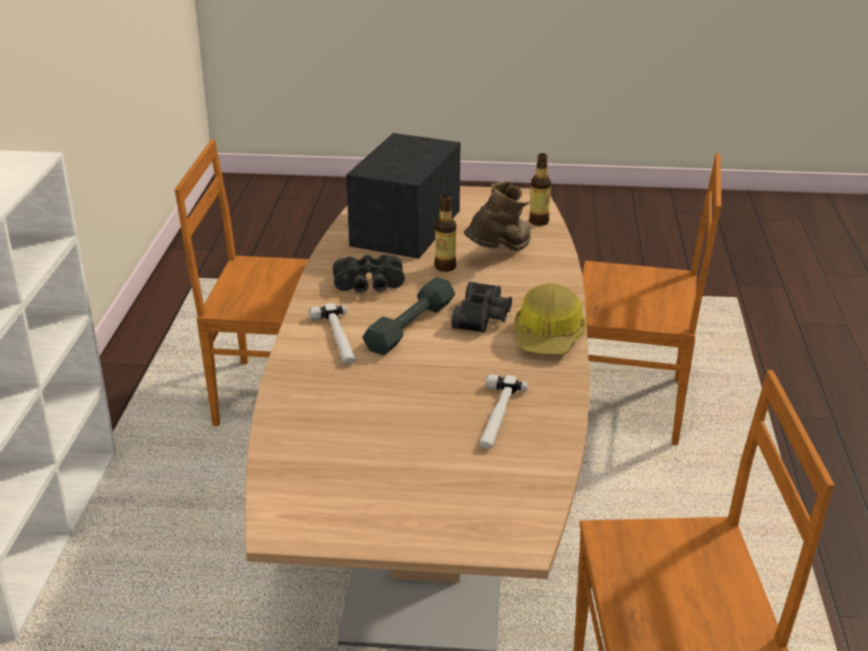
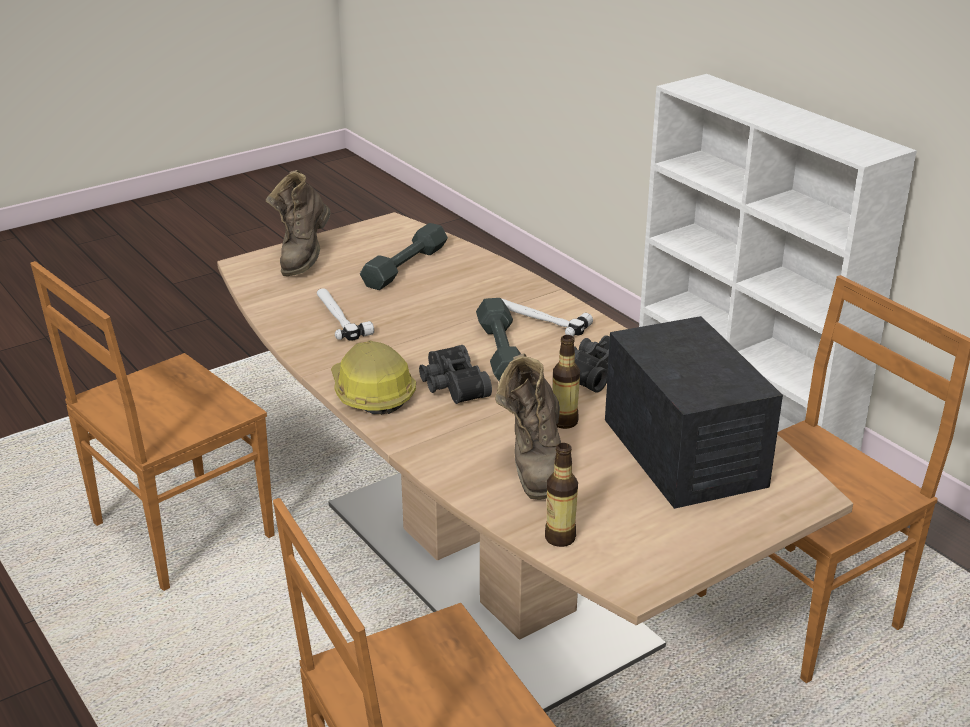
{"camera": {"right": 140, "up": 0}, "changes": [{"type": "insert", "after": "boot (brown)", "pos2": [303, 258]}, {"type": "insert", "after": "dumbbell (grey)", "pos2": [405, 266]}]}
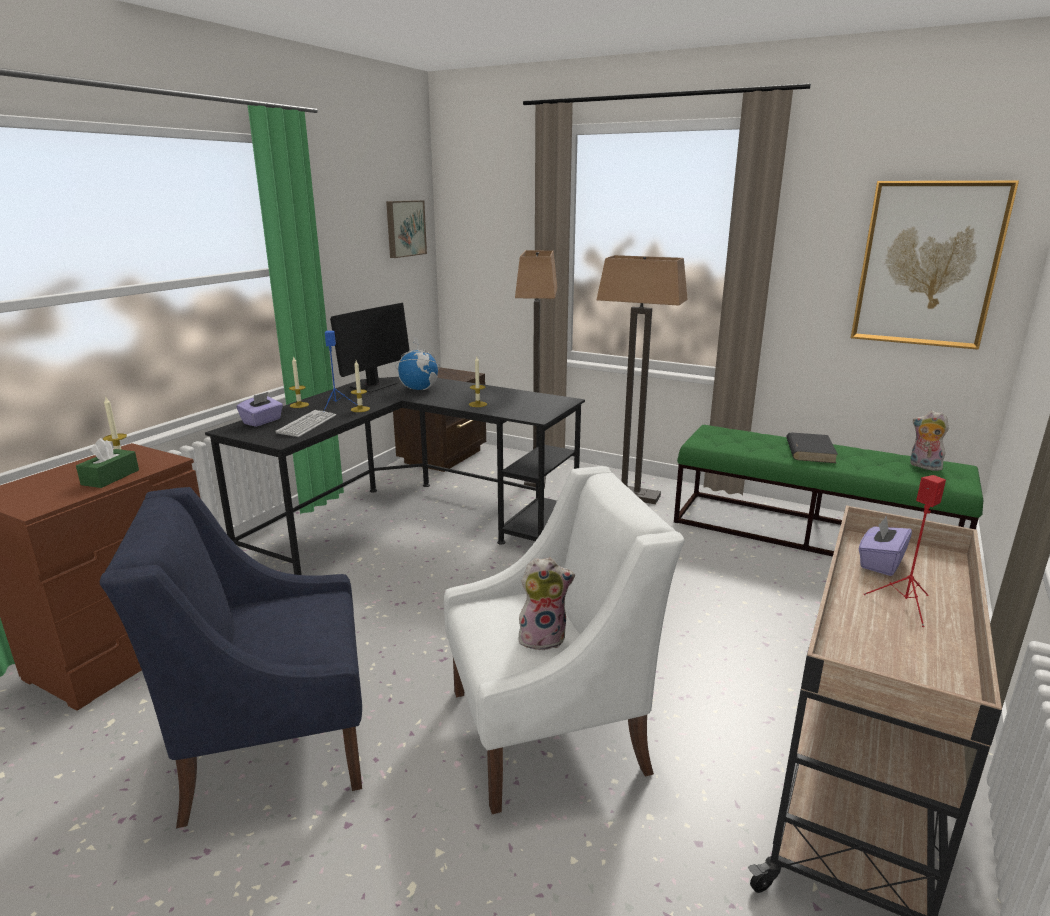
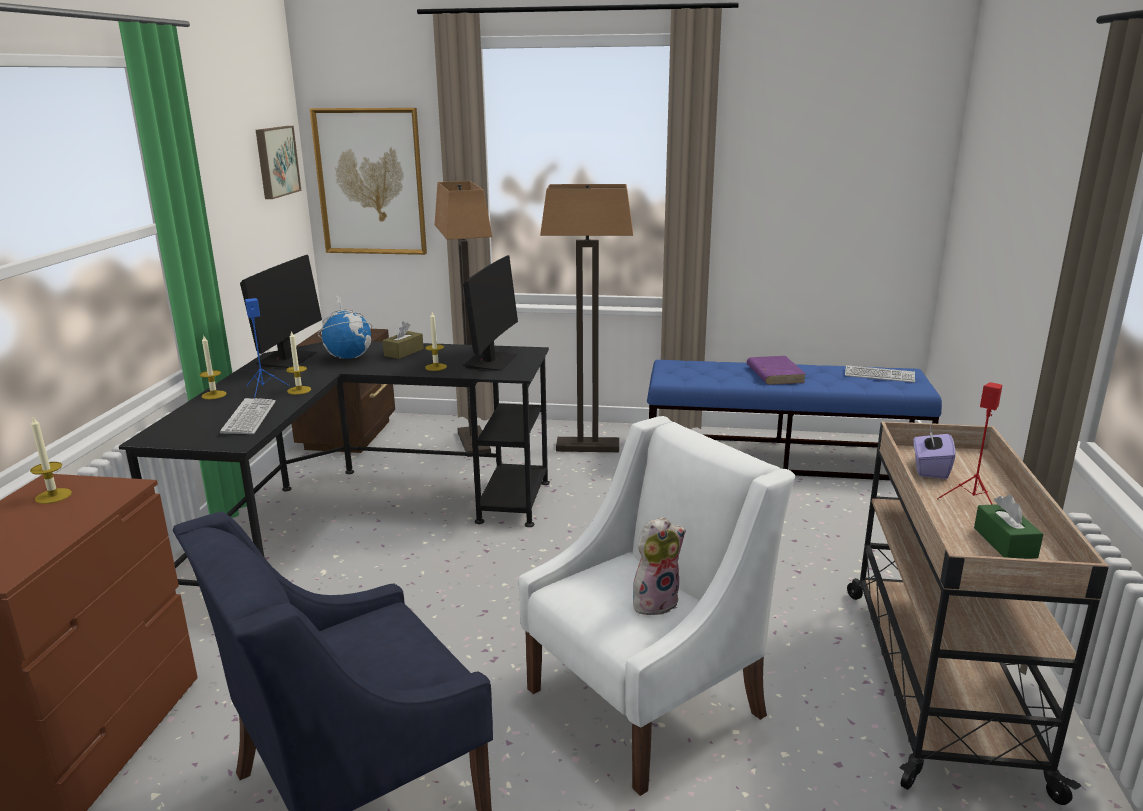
{"camera": {"right": -20, "up": 0}, "changes": [{"type": "move", "before": "picture", "pos1": [928, 264], "pos2": [370, 182]}, {"type": "delete", "before": "tissue box (purple)", "pos1": [262, 421]}, {"type": "replace", "before": "plush toy", "after": "keyboard", "pos1": [923, 466], "pos2": [879, 375]}, {"type": "recolor", "before": "bench (green)", "after": "bench (blue)", "pos1": [811, 534], "pos2": [782, 458]}, {"type": "recolor", "before": "book (black)", "after": "book (purple)", "pos1": [810, 451], "pos2": [774, 374]}, {"type": "move", "before": "tissue box (green)", "pos1": [110, 477], "pos2": [1005, 542]}, {"type": "insert", "after": "monitor", "pos2": [490, 362]}, {"type": "insert", "after": "tissue box (brown)", "pos2": [404, 352]}]}
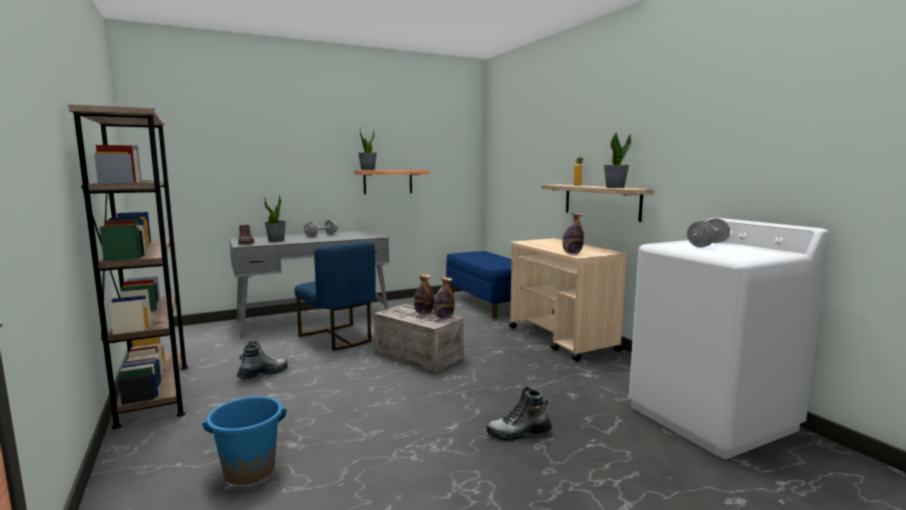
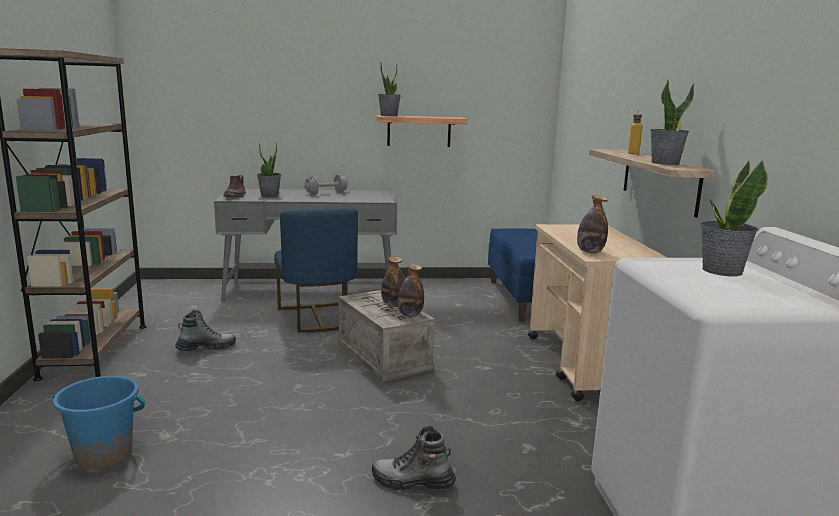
{"camera": {"right": 20, "up": 5}, "changes": [{"type": "replace", "before": "dumbbell (grey)", "after": "potted plant", "pos1": [707, 245], "pos2": [721, 271]}]}
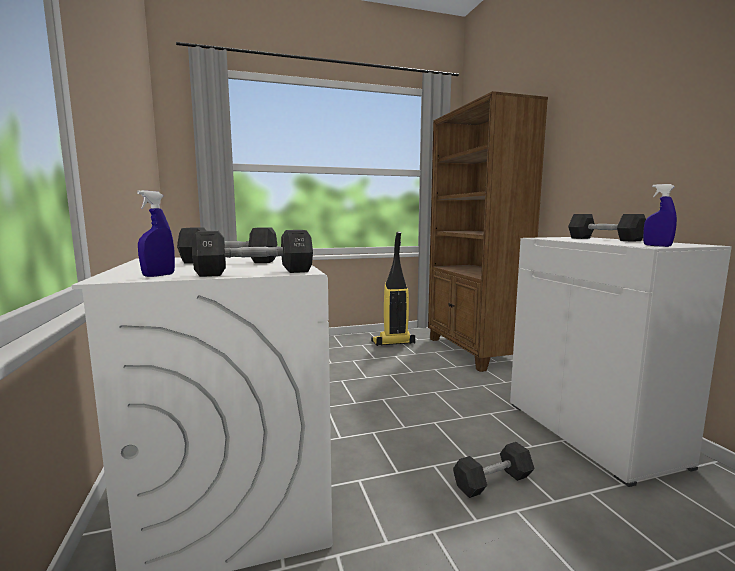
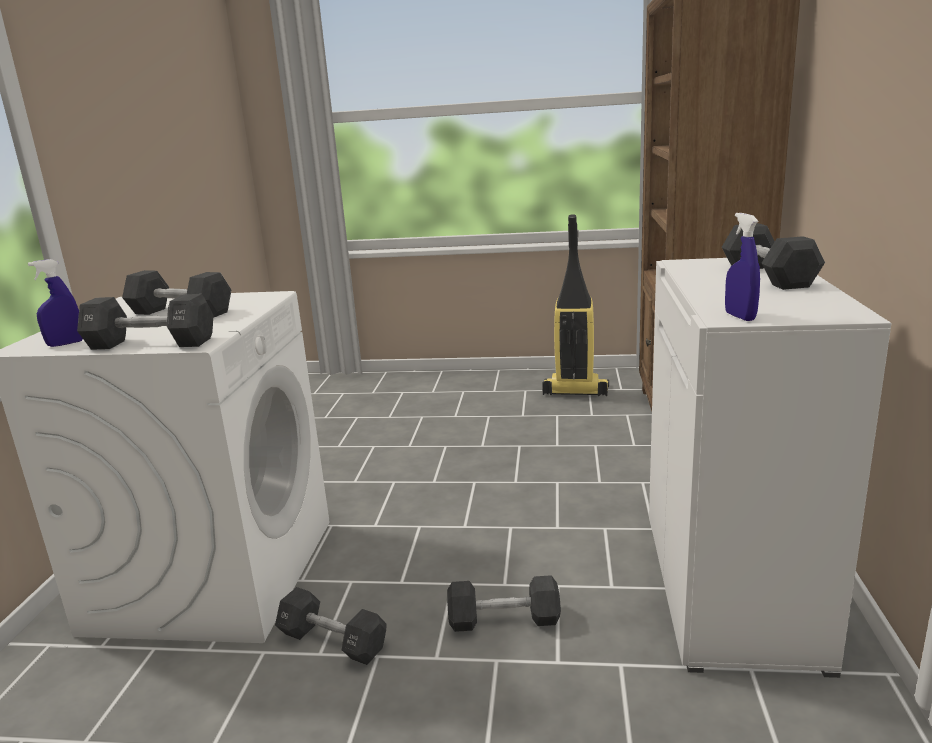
{"camera": {"right": 25, "up": 10}, "changes": [{"type": "insert", "after": "dumbbell (black)", "pos2": [333, 641]}]}
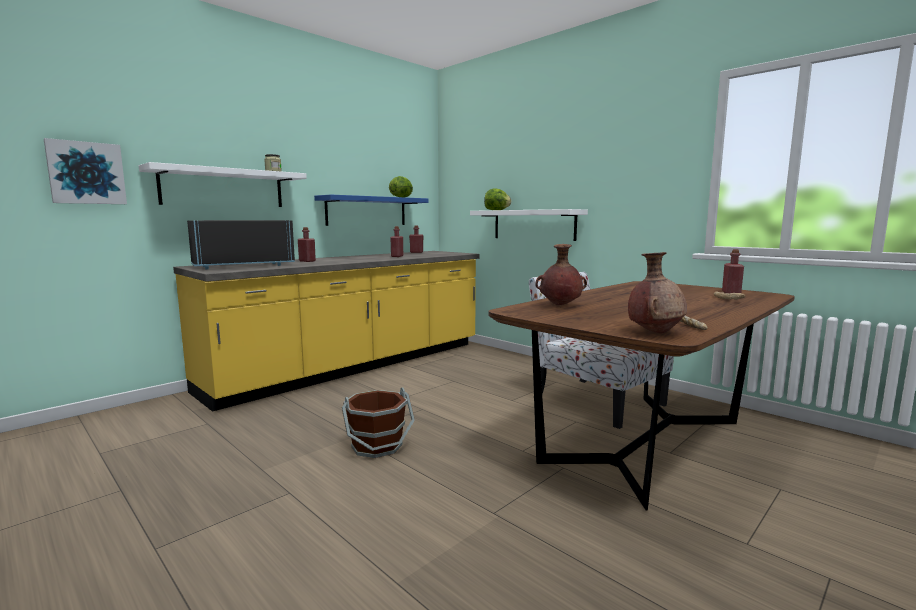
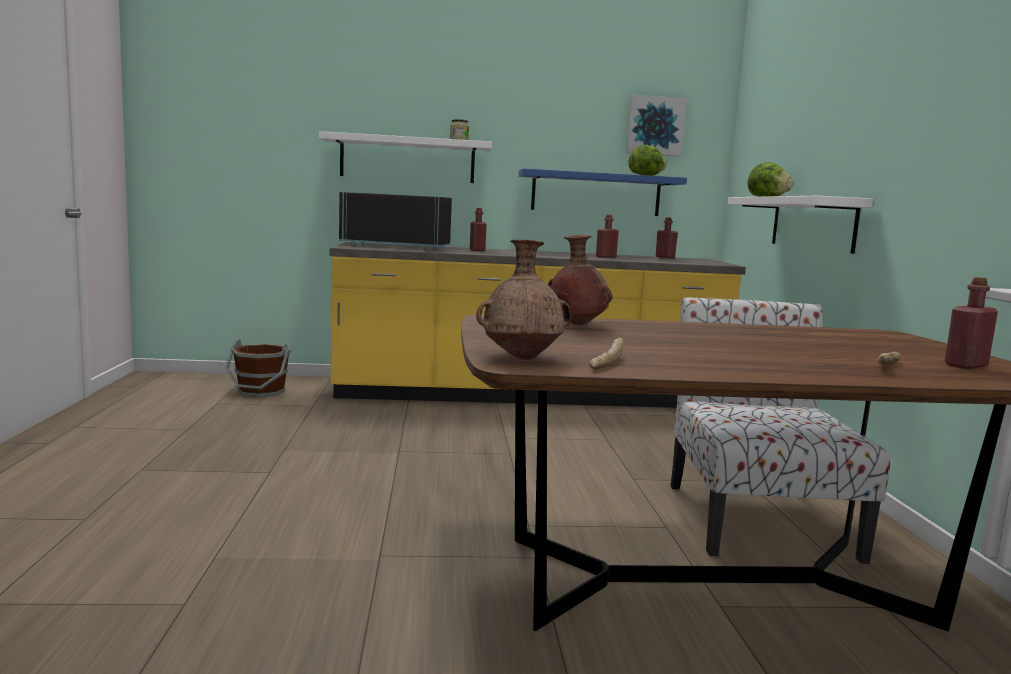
{"camera": {"right": 40, "up": 0}, "changes": [{"type": "move", "before": "picture", "pos1": [86, 173], "pos2": [655, 126]}, {"type": "move", "before": "bucket (brown)", "pos1": [377, 446], "pos2": [261, 391]}]}
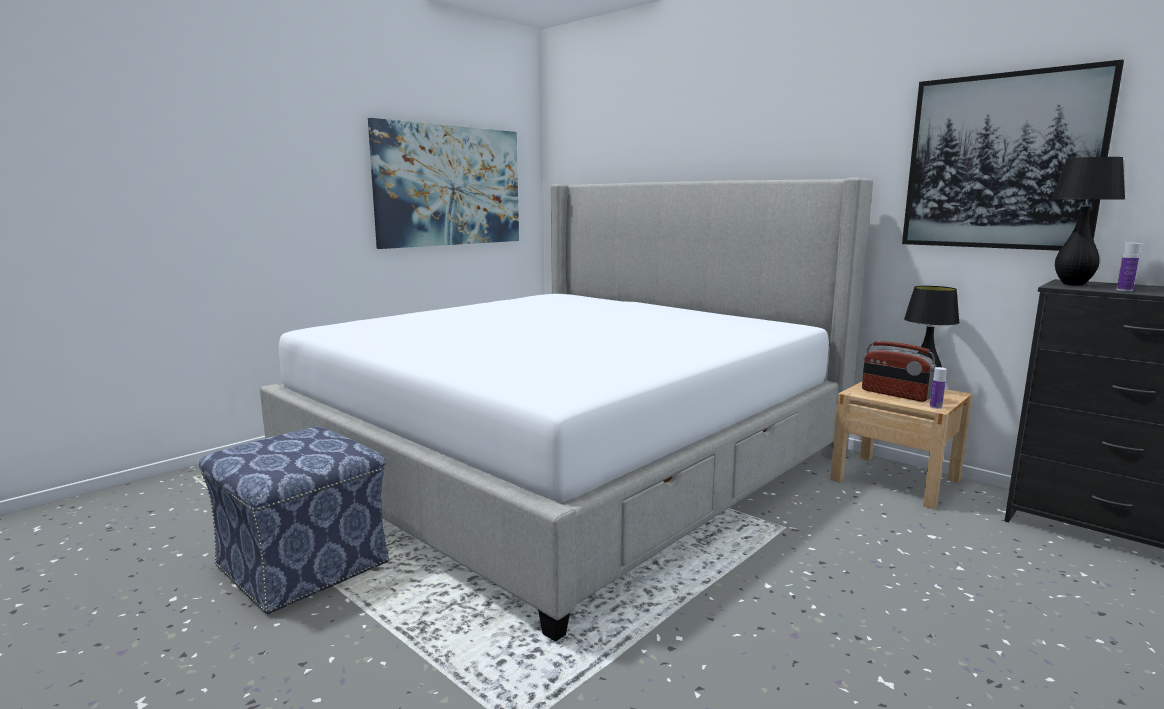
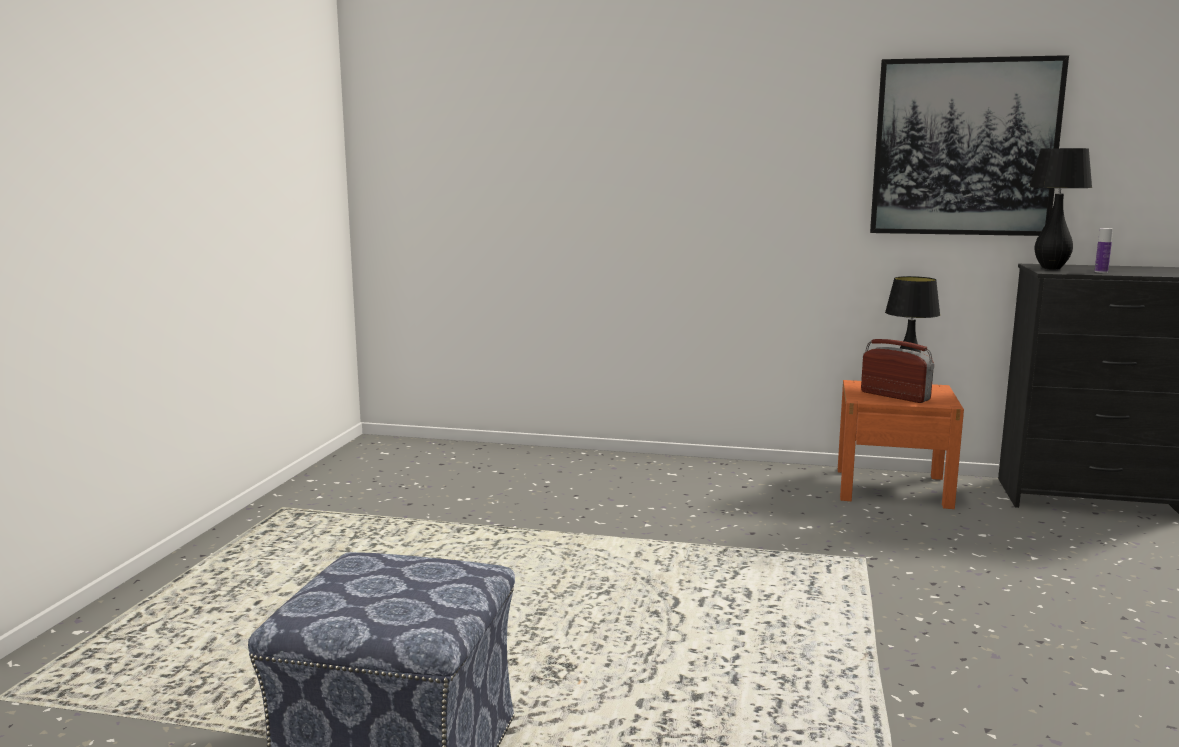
{"camera": {"right": -30, "up": 0}, "changes": [{"type": "delete", "before": "picture", "pos1": [450, 186]}, {"type": "delete", "before": "bed", "pos1": [566, 459]}, {"type": "rotate", "before": "radio", "pos1": [895, 394], "pos2": [895, 396], "turn": -150}, {"type": "delete", "before": "bottle", "pos1": [935, 407]}, {"type": "recolor", "before": "nightstand (beige)", "after": "nightstand (orange)", "pos1": [895, 480], "pos2": [892, 488]}]}
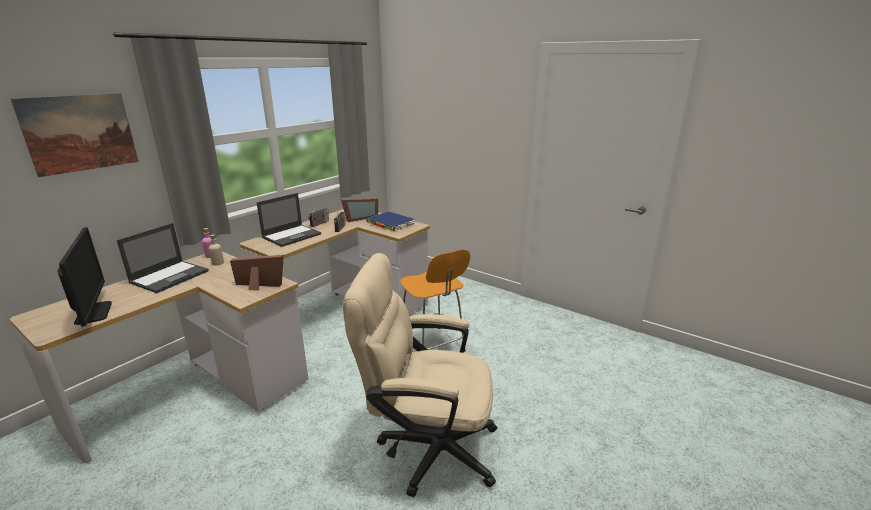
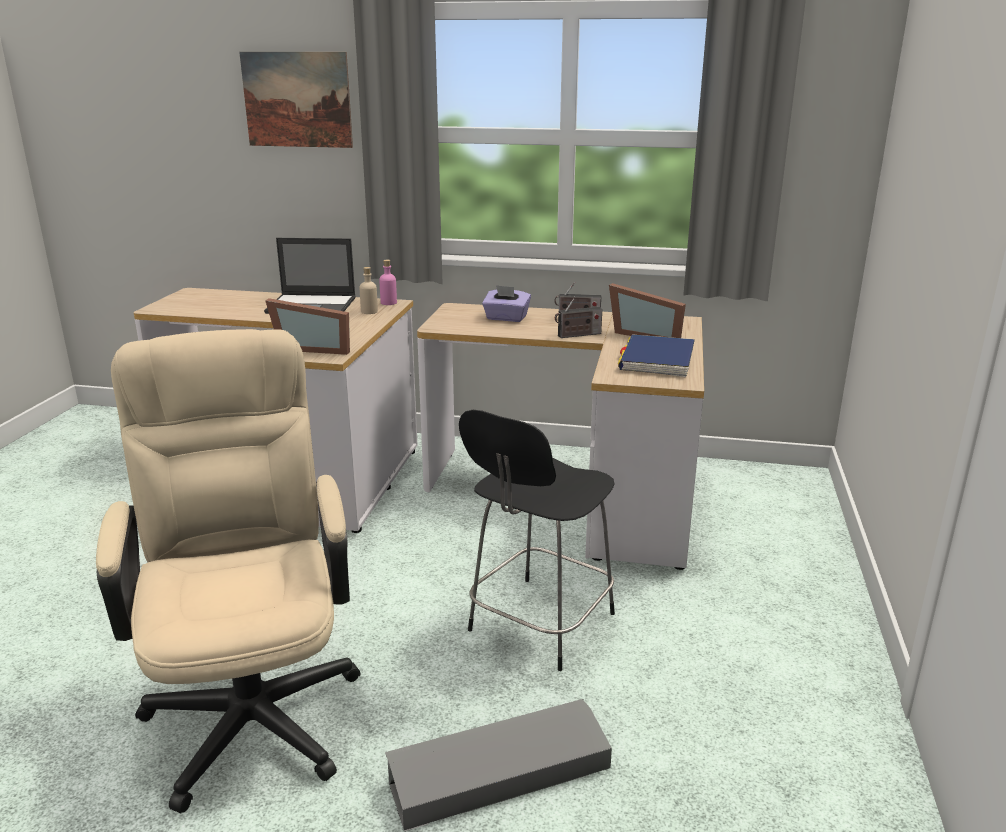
{"camera": {"right": 65, "up": 0}, "changes": [{"type": "replace", "before": "laptop", "after": "tissue box (purple)", "pos1": [292, 235], "pos2": [506, 318]}, {"type": "delete", "before": "monitor", "pos1": [93, 313]}, {"type": "recolor", "before": "stool (orange)", "after": "stool (black)", "pos1": [432, 347], "pos2": [538, 625]}, {"type": "rotate", "before": "picture frame", "pos1": [259, 286], "pos2": [314, 348], "turn": 120}, {"type": "insert", "after": "storage box (grey)", "pos2": [498, 772]}]}
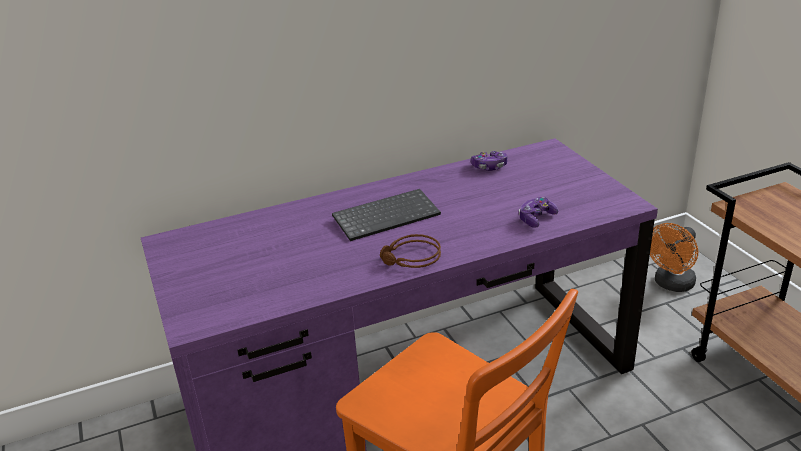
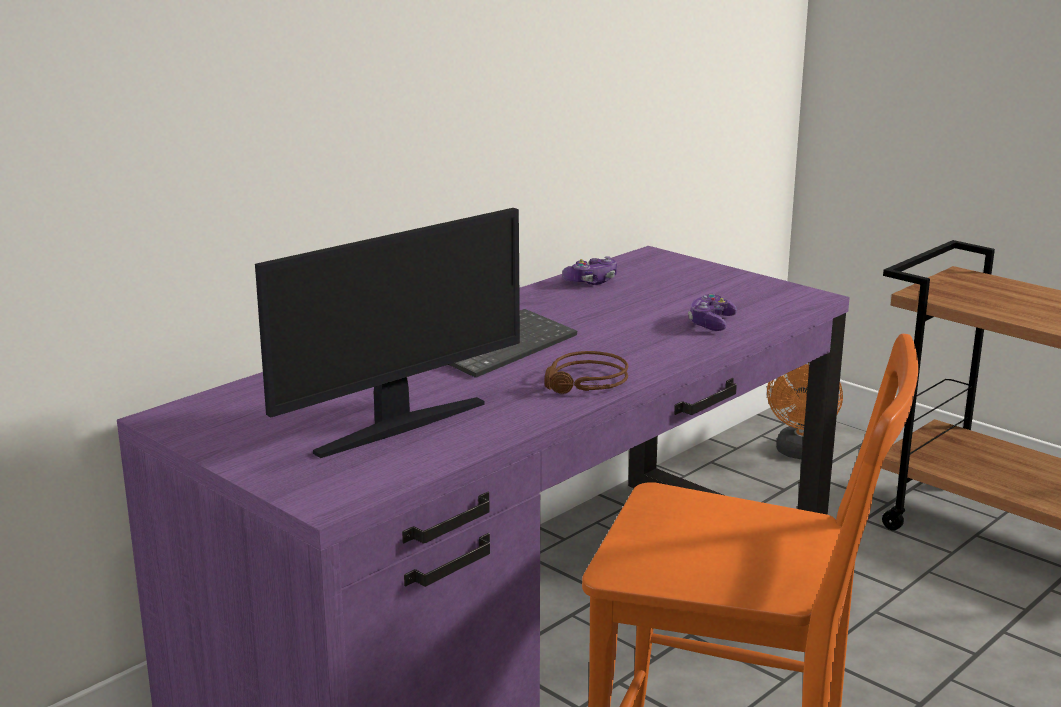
{"camera": {"right": -25, "up": -10}, "changes": [{"type": "insert", "after": "monitor", "pos2": [398, 425]}]}
